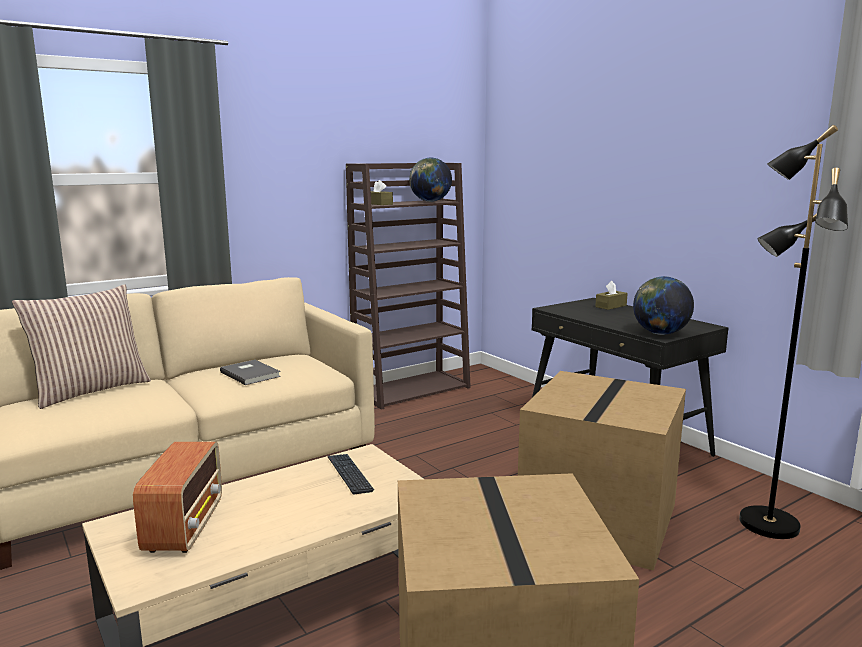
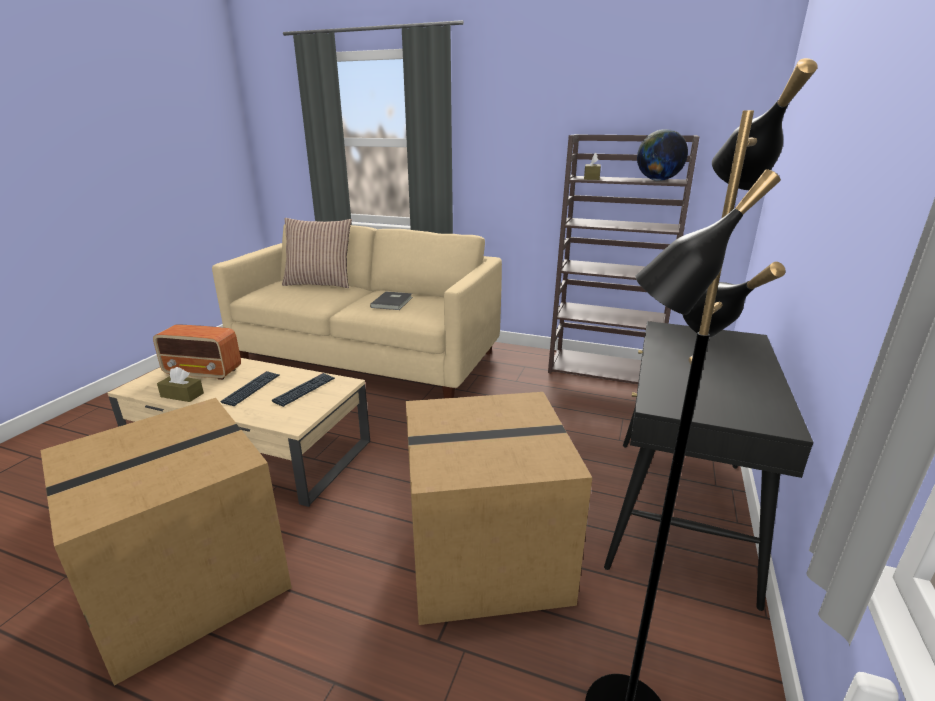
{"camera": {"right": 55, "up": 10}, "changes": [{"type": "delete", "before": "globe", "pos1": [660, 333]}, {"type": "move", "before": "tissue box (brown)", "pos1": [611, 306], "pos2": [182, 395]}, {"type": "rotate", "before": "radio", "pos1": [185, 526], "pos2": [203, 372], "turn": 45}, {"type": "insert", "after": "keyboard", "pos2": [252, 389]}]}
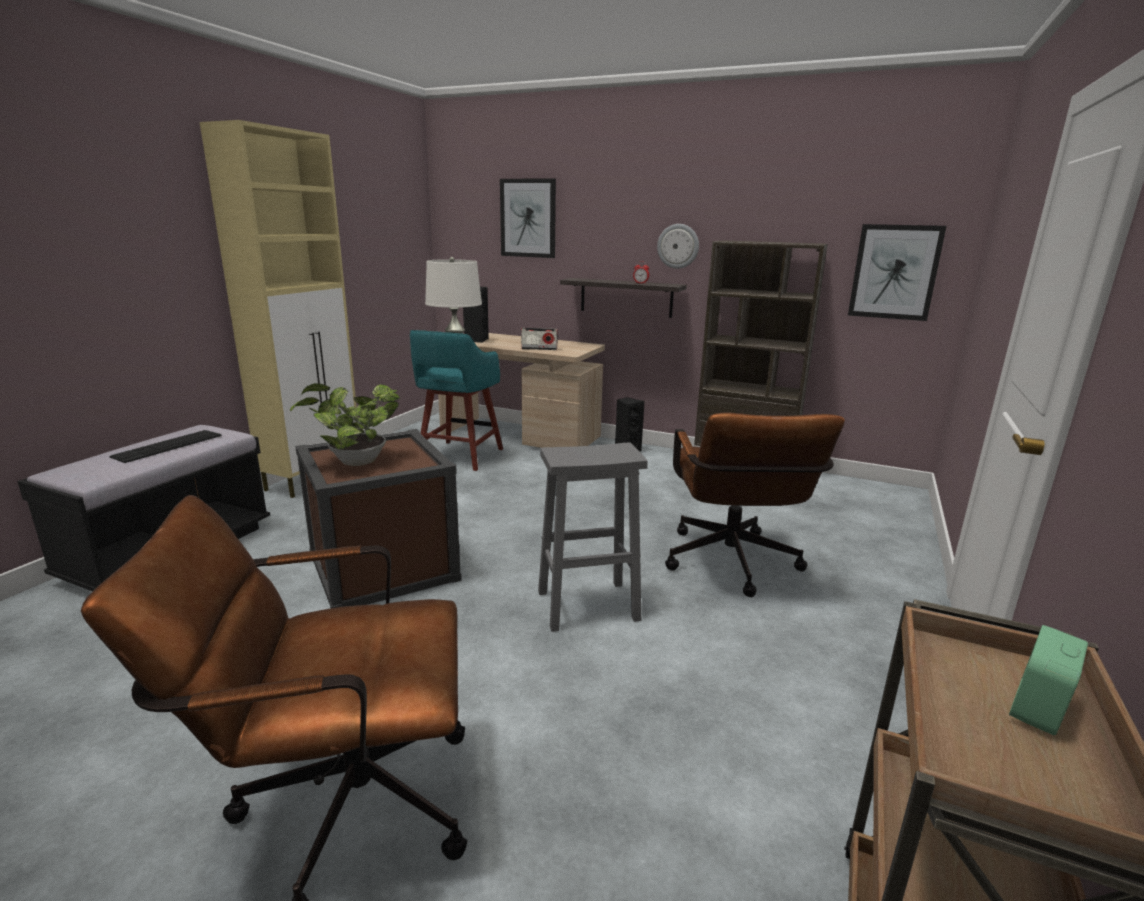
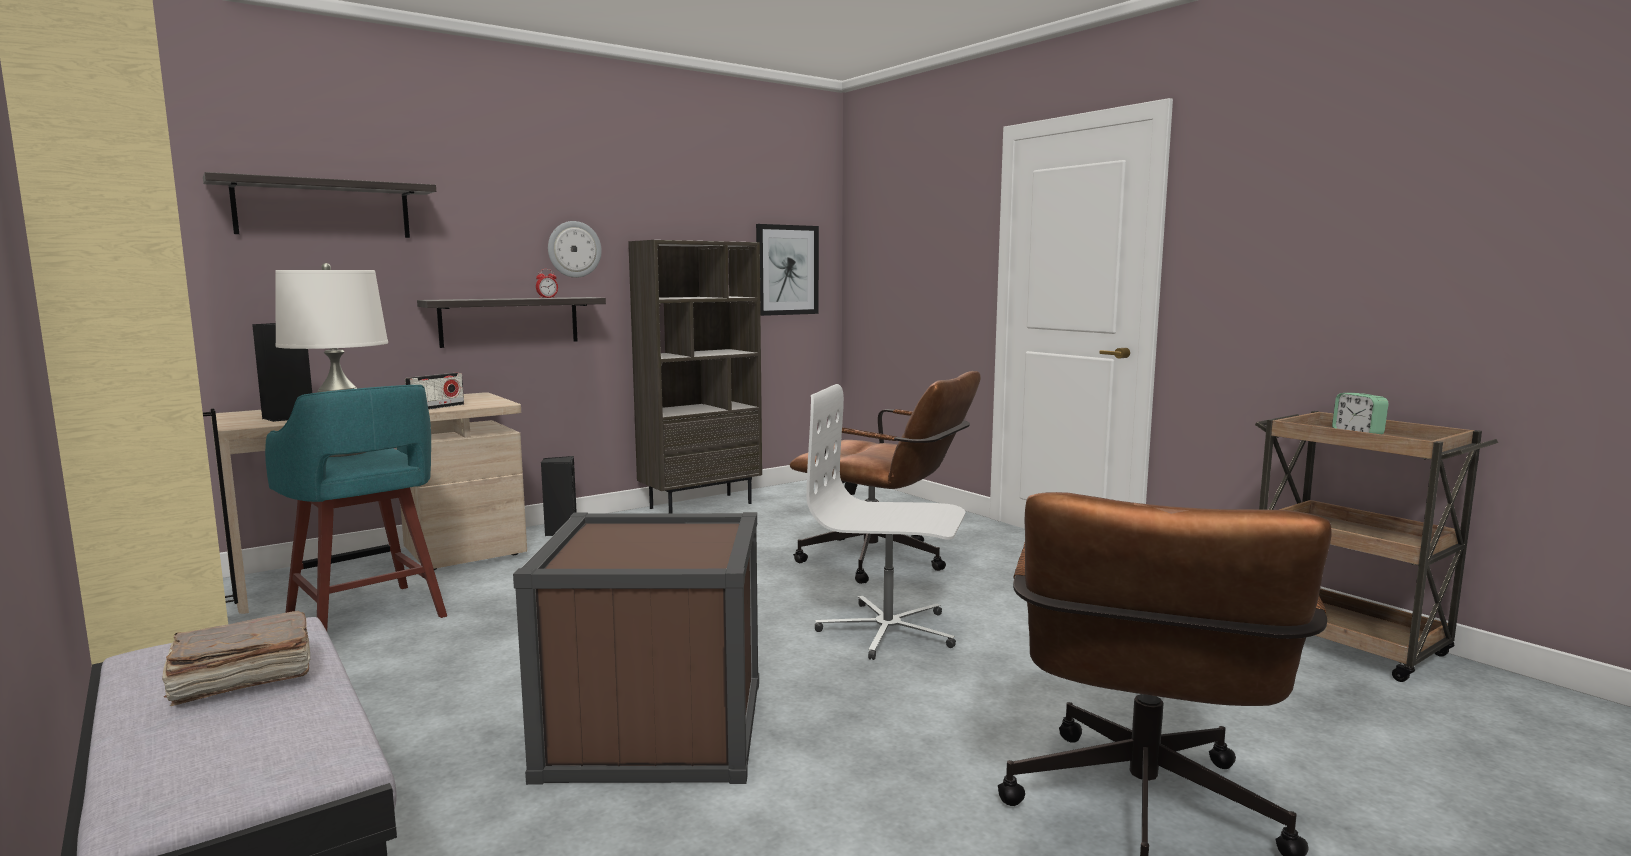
{"camera": {"right": -60, "up": -10}, "changes": [{"type": "replace", "before": "picture", "after": "shelf", "pos1": [528, 218], "pos2": [323, 209]}, {"type": "delete", "before": "potted plant", "pos1": [354, 463]}, {"type": "replace", "before": "keyboard", "after": "book (brown)", "pos1": [168, 446], "pos2": [241, 679]}, {"type": "replace", "before": "stool (grey)", "after": "office chair (white)", "pos1": [589, 605], "pos2": [888, 631]}]}
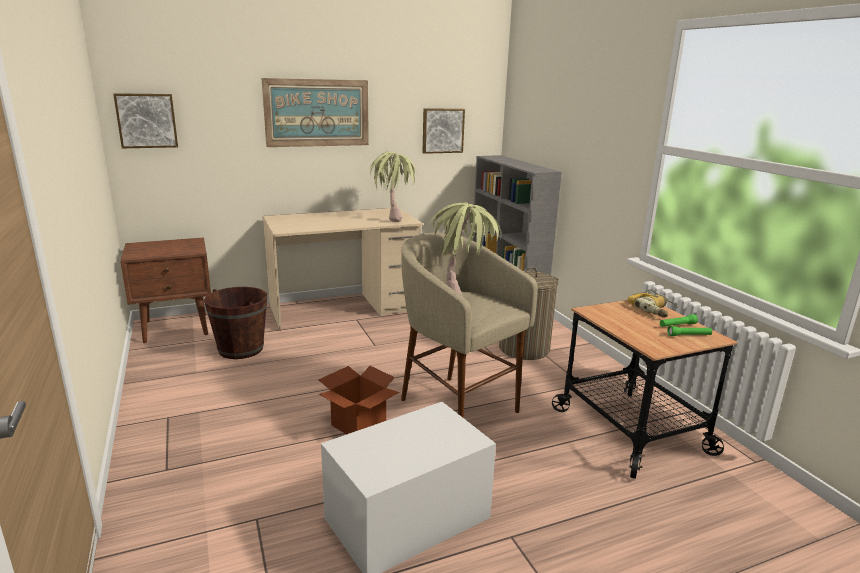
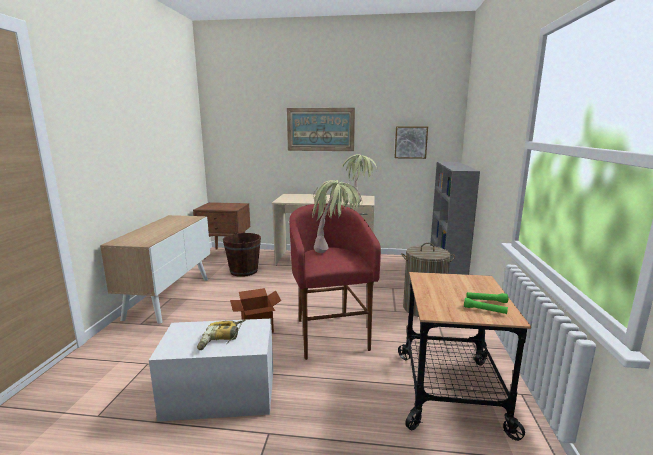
{"camera": {"right": 30, "up": -5}, "changes": [{"type": "delete", "before": "picture", "pos1": [147, 120]}, {"type": "recolor", "before": "stool (beige)", "after": "stool (red)", "pos1": [456, 407], "pos2": [329, 334]}, {"type": "move", "before": "power drill", "pos1": [653, 309], "pos2": [222, 339]}, {"type": "insert", "after": "cabinet", "pos2": [168, 297]}]}
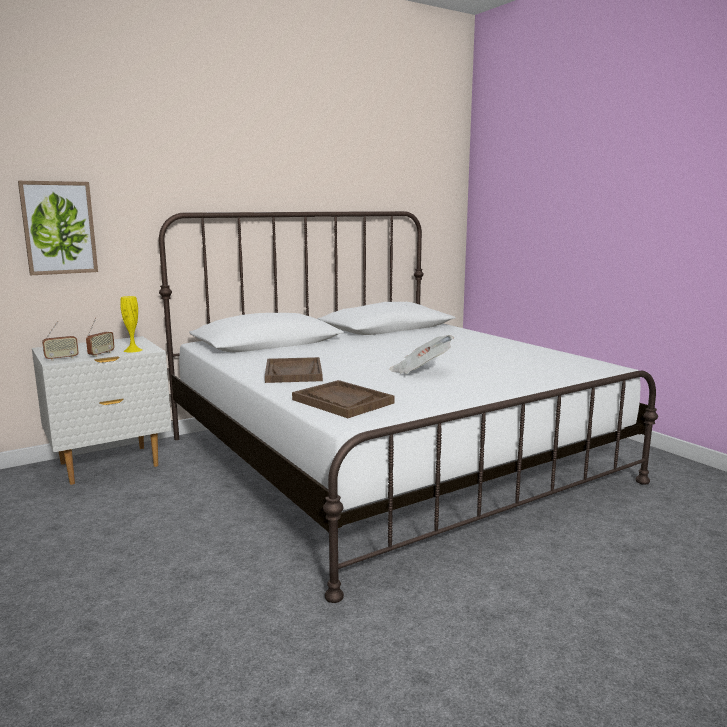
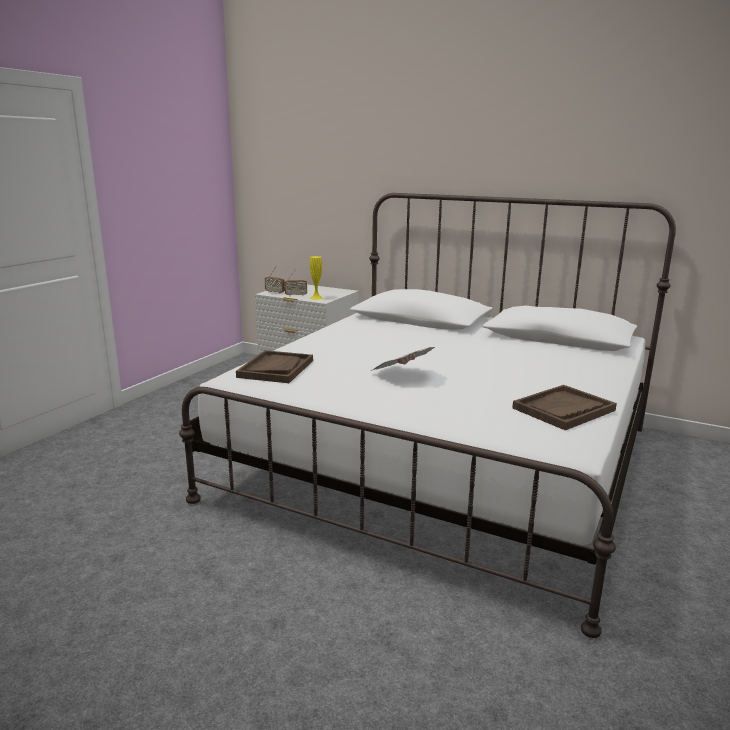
{"camera": {"right": 60, "up": 5}, "changes": [{"type": "delete", "before": "picture", "pos1": [59, 228]}, {"type": "move", "before": "tray (brown)", "pos1": [293, 372], "pos2": [563, 409]}]}
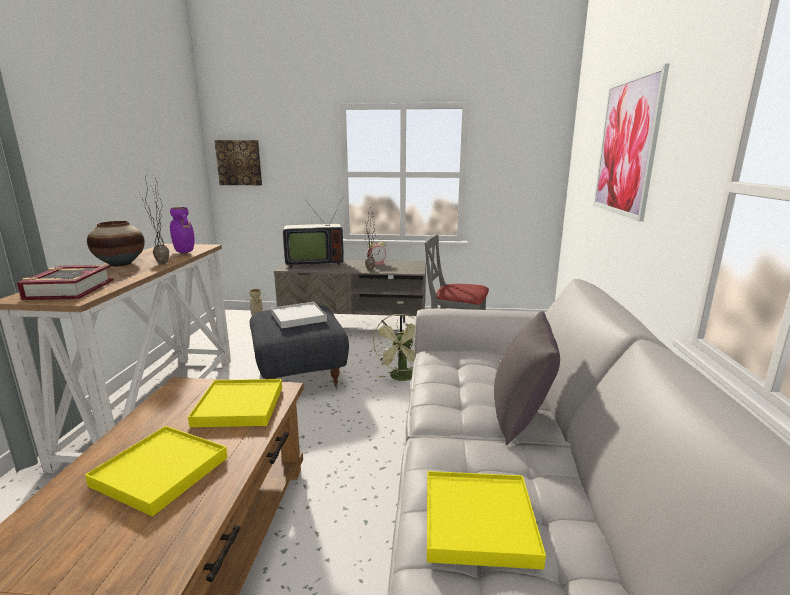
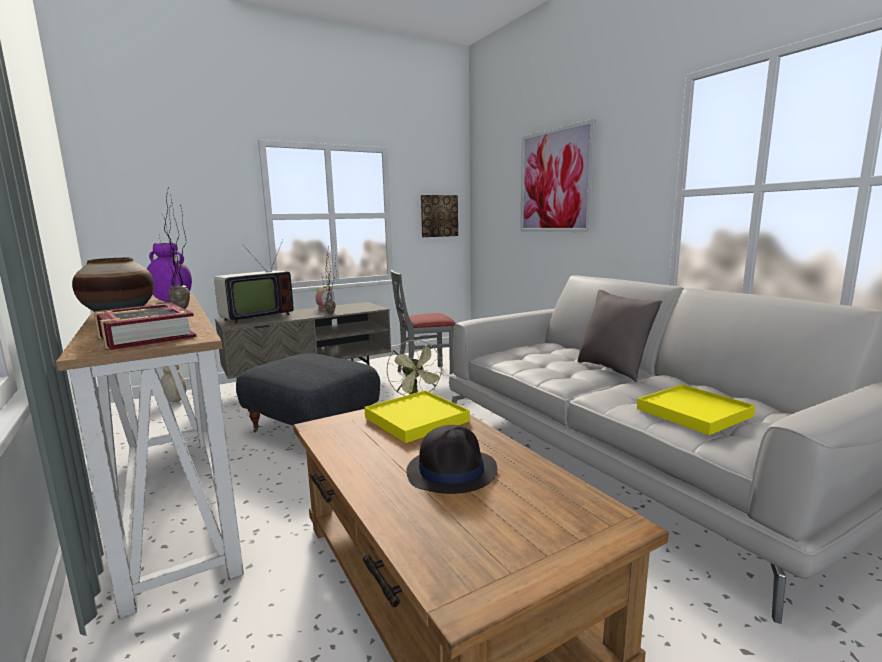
{"camera": {"right": -35, "up": -5}, "changes": [{"type": "move", "before": "picture", "pos1": [239, 162], "pos2": [439, 216]}, {"type": "delete", "before": "tray (white)", "pos1": [298, 317]}, {"type": "replace", "before": "tray (yellow)", "after": "hat (black)", "pos1": [161, 471], "pos2": [452, 471]}]}
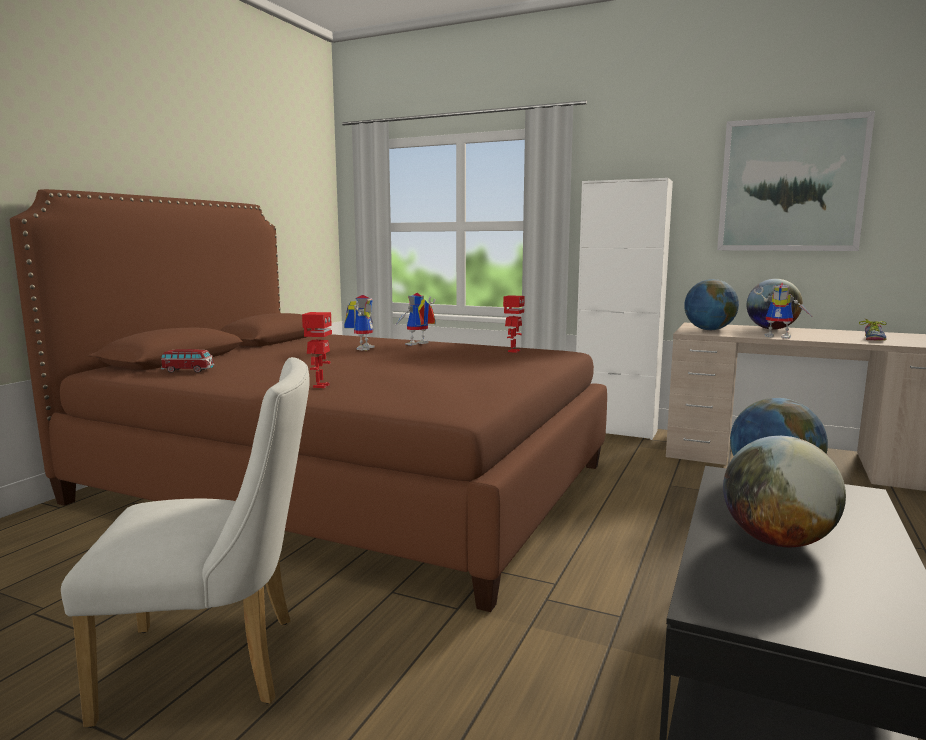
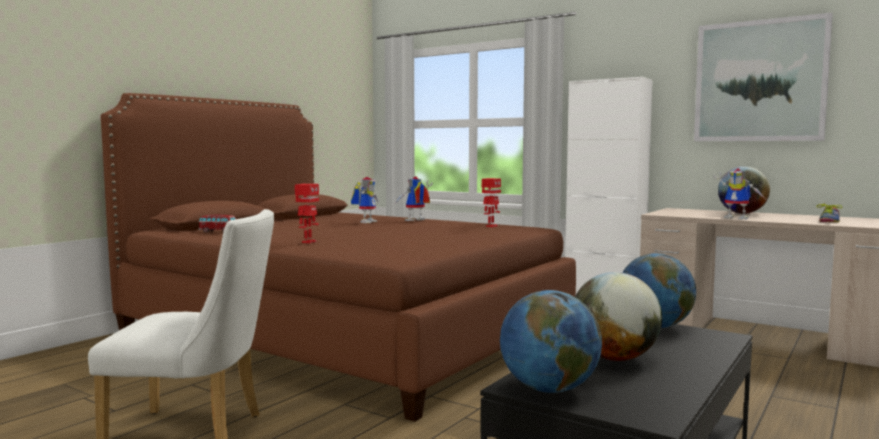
{"camera": {"right": 10, "up": -5}, "changes": [{"type": "move", "before": "globe", "pos1": [709, 330], "pos2": [549, 389]}]}
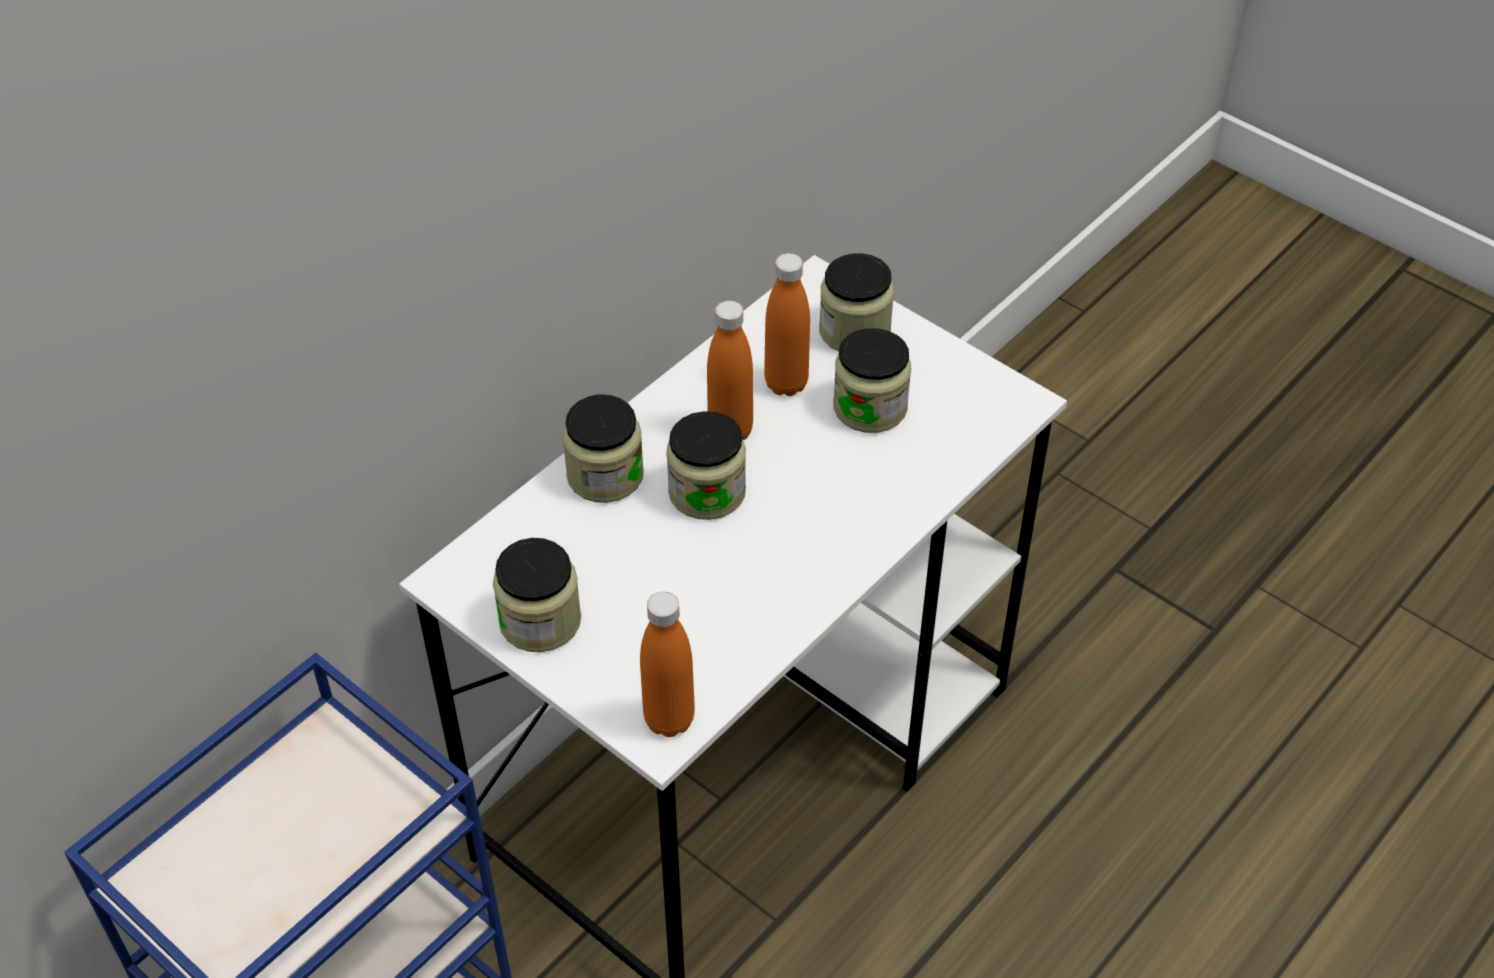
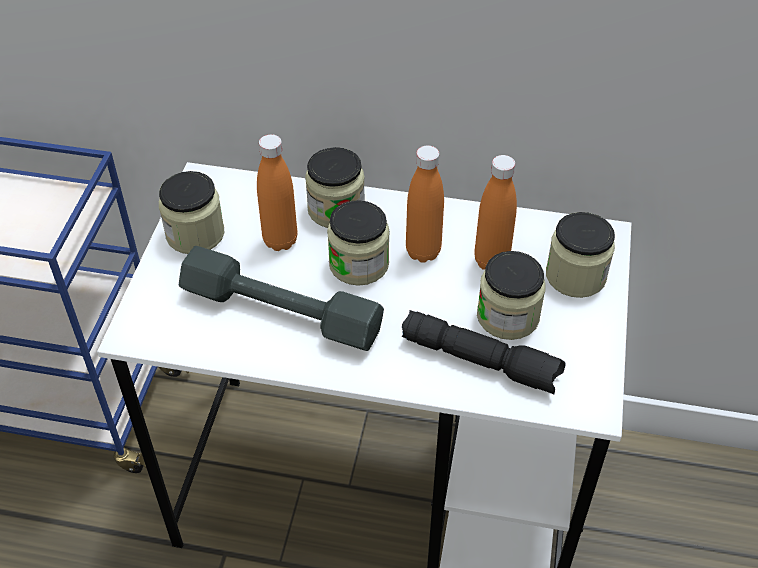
{"camera": {"right": 60, "up": 0}, "changes": [{"type": "move", "before": "bottle (orange)", "pos1": [669, 719], "pos2": [280, 241]}, {"type": "insert", "after": "dumbbell (grey)", "pos2": [281, 312]}, {"type": "insert", "after": "flashlight (black)", "pos2": [482, 360]}]}
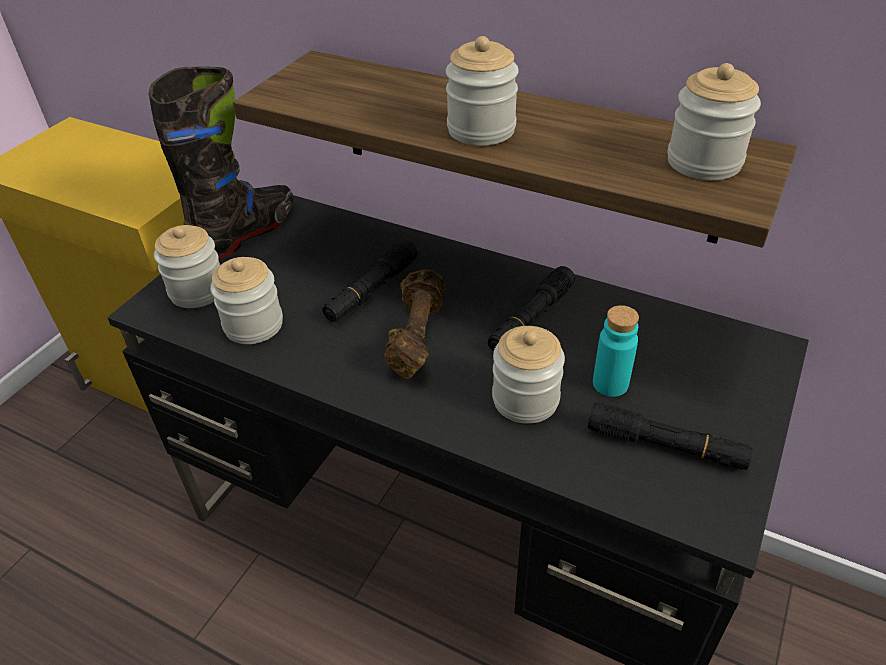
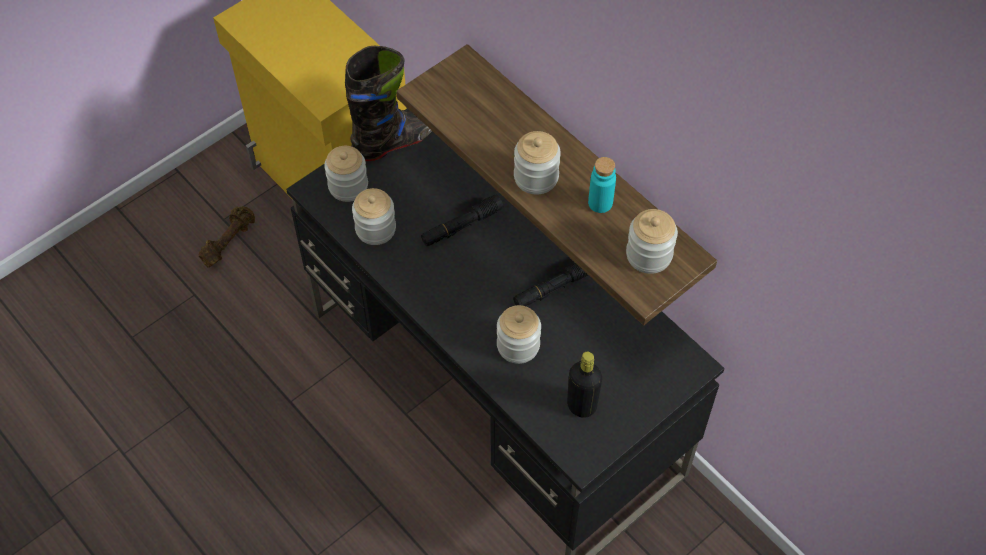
{"camera": {"right": 20, "up": 15}, "changes": [{"type": "move", "before": "dumbbell (brown)", "pos1": [415, 336], "pos2": [228, 242]}, {"type": "move", "before": "bottle (turquoise)", "pos1": [610, 384], "pos2": [600, 203]}, {"type": "replace", "before": "flashlight (black)", "after": "bottle (black)", "pos1": [666, 446], "pos2": [581, 405]}]}
